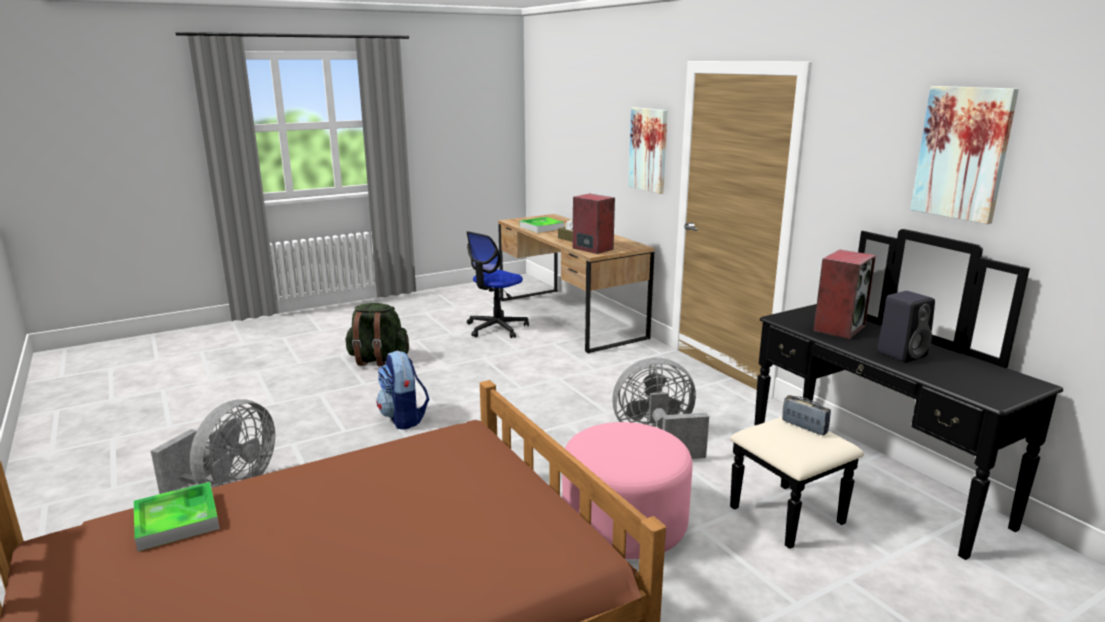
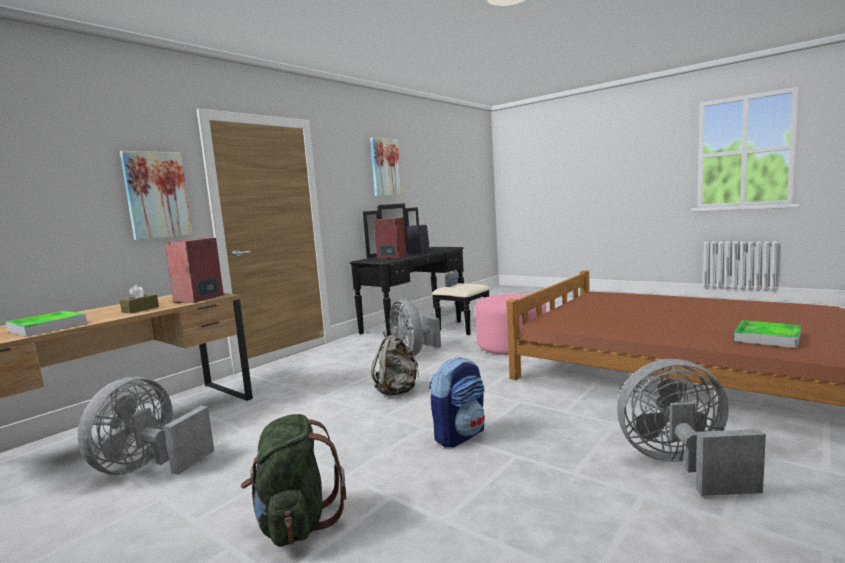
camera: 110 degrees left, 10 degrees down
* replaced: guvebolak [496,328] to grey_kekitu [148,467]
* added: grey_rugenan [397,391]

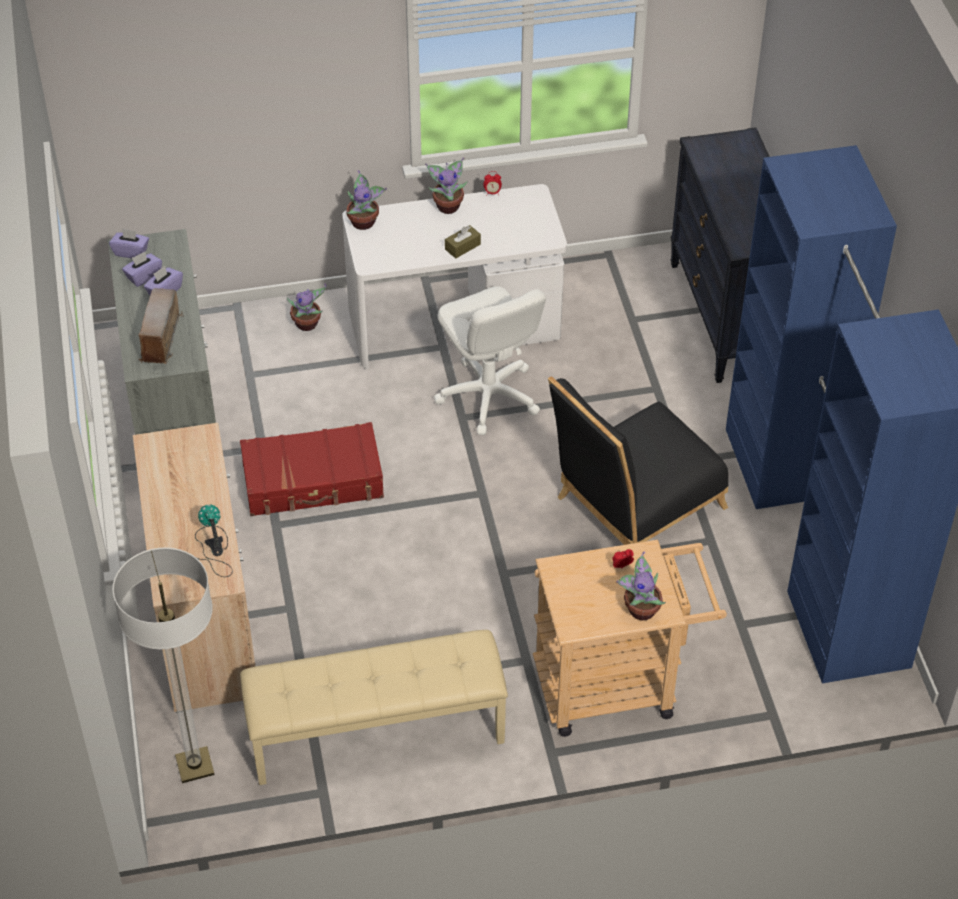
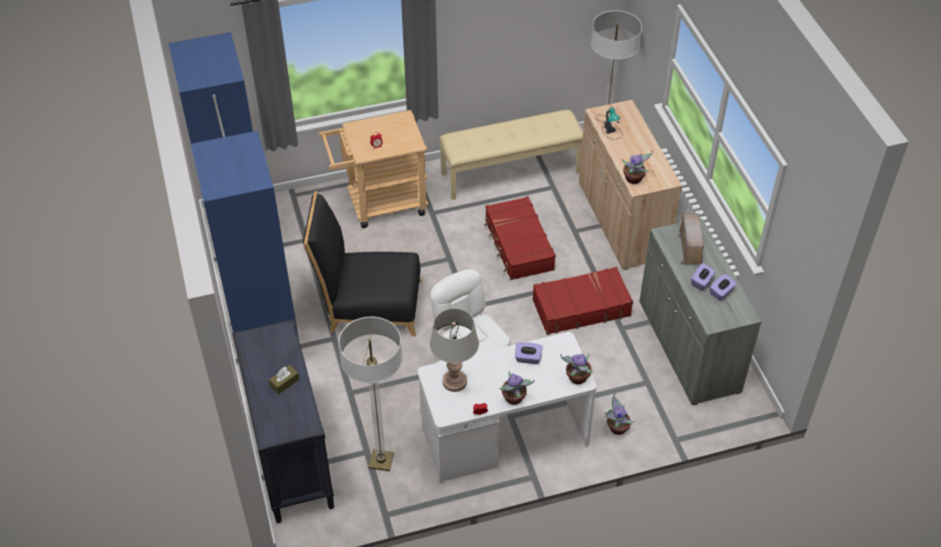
camera: 175 degrees right, 0 degrees up
* moved: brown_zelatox [462,247] to [284,382]
* moved: purple_zelatox [131,252] to [528,358]
* turned: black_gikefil [633,507] = [369,305] 135 degrees counterclockwise
* moved: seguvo [640,609] to [634,179]
* added: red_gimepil [518,245]
* added: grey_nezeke [454,382]
* added: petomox [381,461]

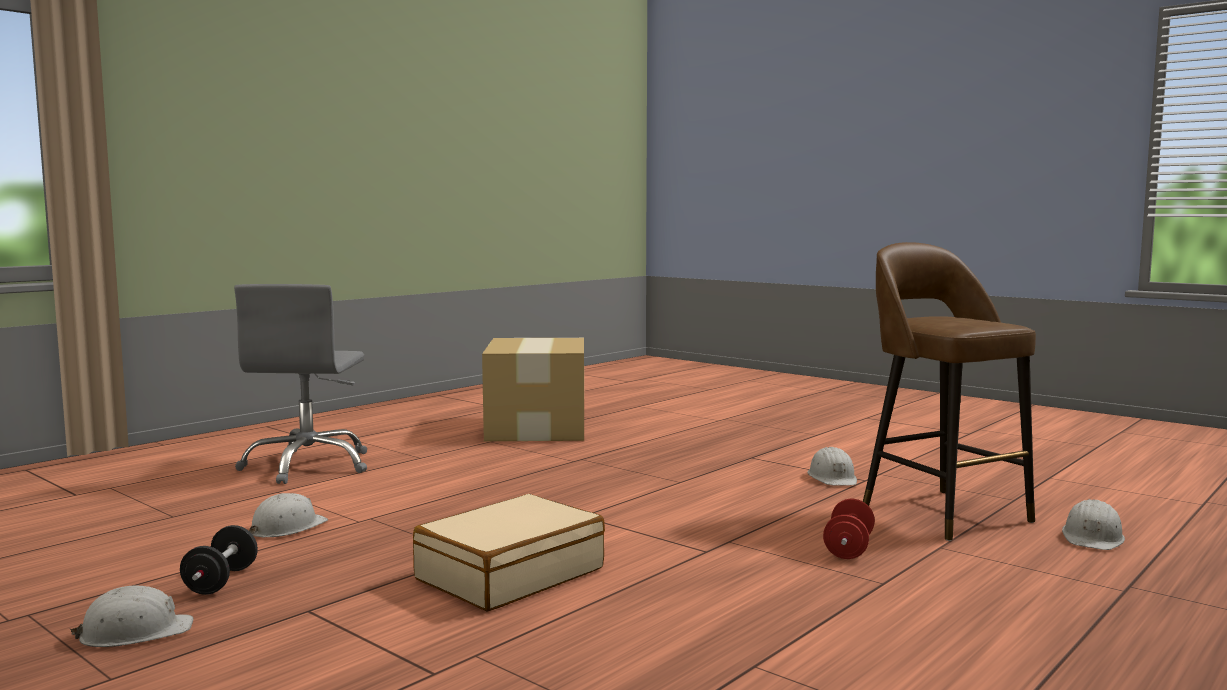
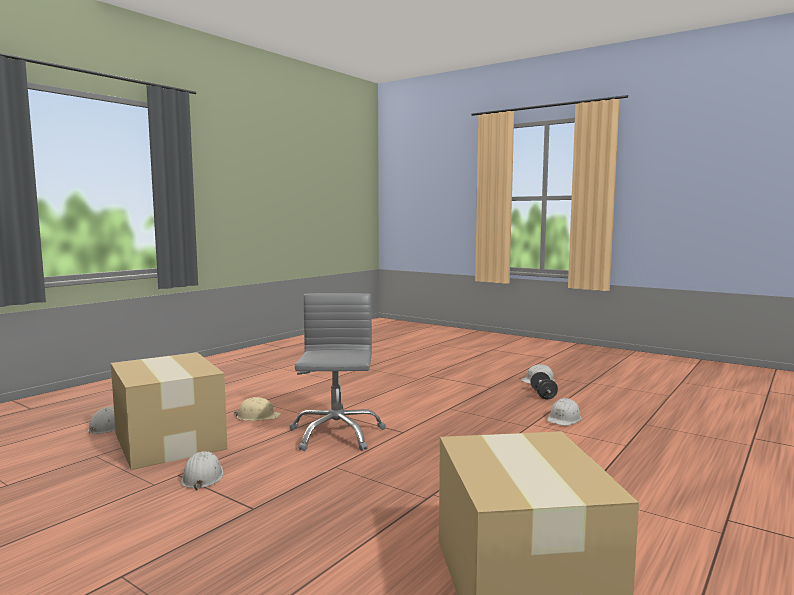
camera: 175 degrees right, 0 degrees up
* replaced: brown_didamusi [942,512] to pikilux [169,442]
* moved: grey_guvebolak [308,465] to [336,434]
* removed: beige_gimepil [509,574]
* replaced: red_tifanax [848,548] to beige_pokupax [258,416]

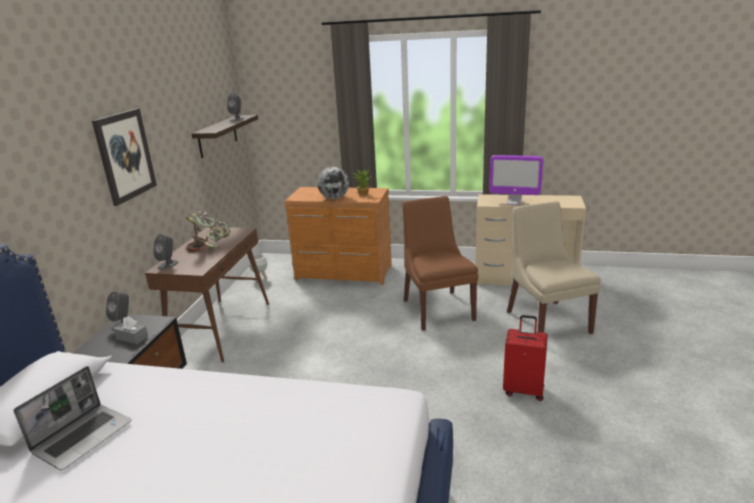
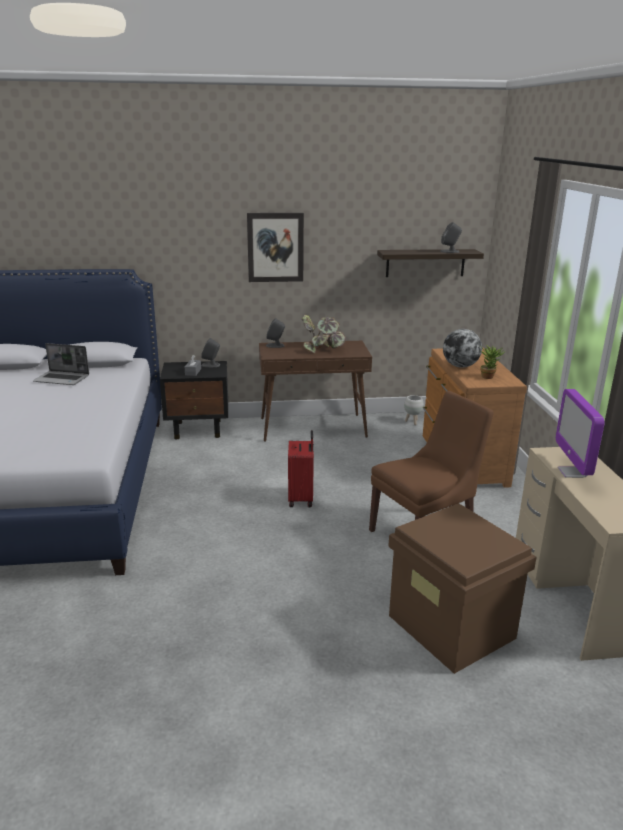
camera: 70 degrees right, 0 degrees up
* replaced: beige_gikefil [546,320] to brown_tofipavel [452,627]
* moved: red_gimepil [523,390] to [301,499]

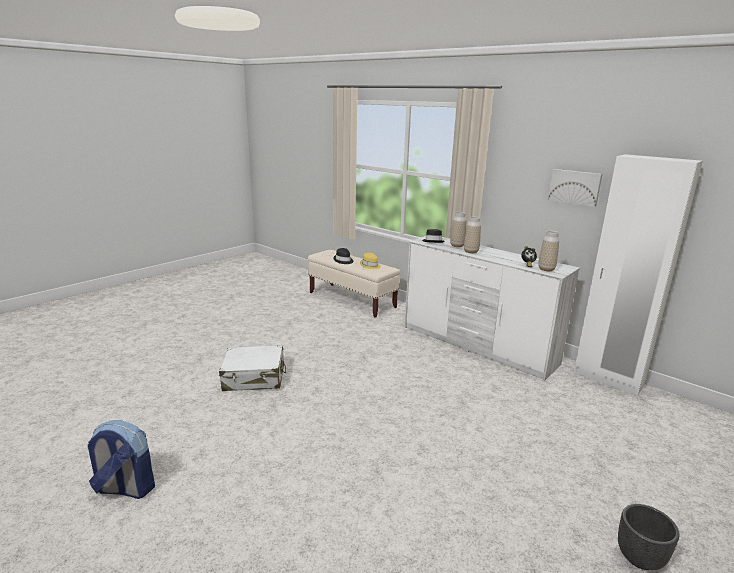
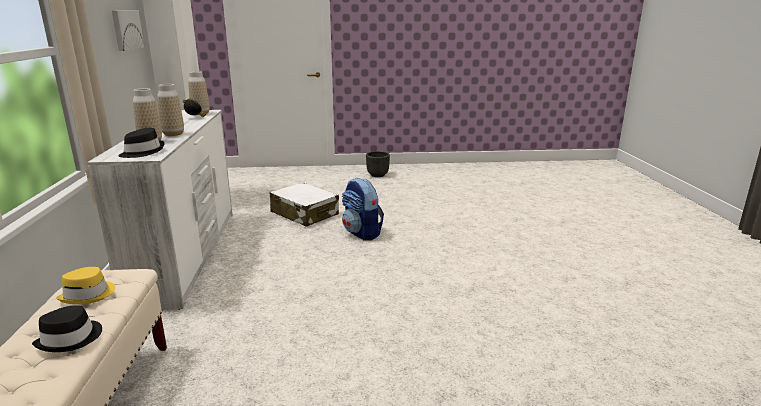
camera: 135 degrees left, 0 degrees up
* moved: white_gimepil [254,378] to [304,214]
* moved: rugenan [125,489] to [362,233]

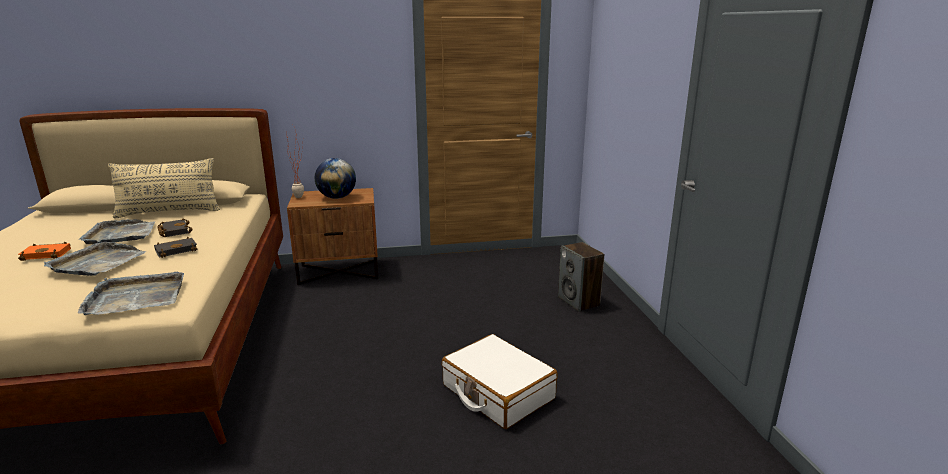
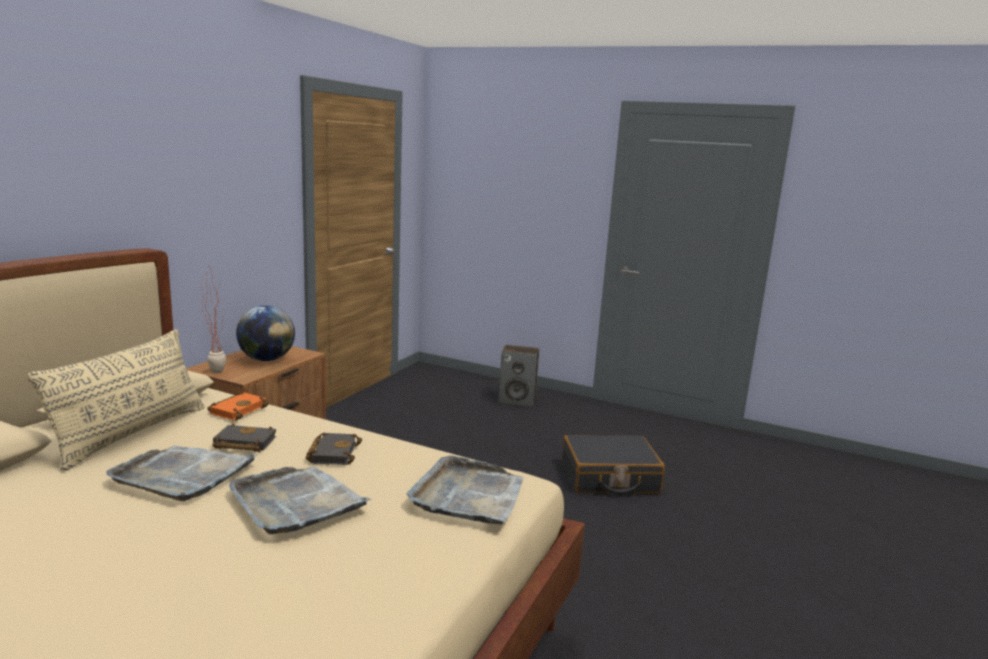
camera: 55 degrees left, 5 degrees down
* moved: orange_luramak [48,254] to [238,409]
* recoloured: white_gimepil [497,392] to black_gimepil [609,478]

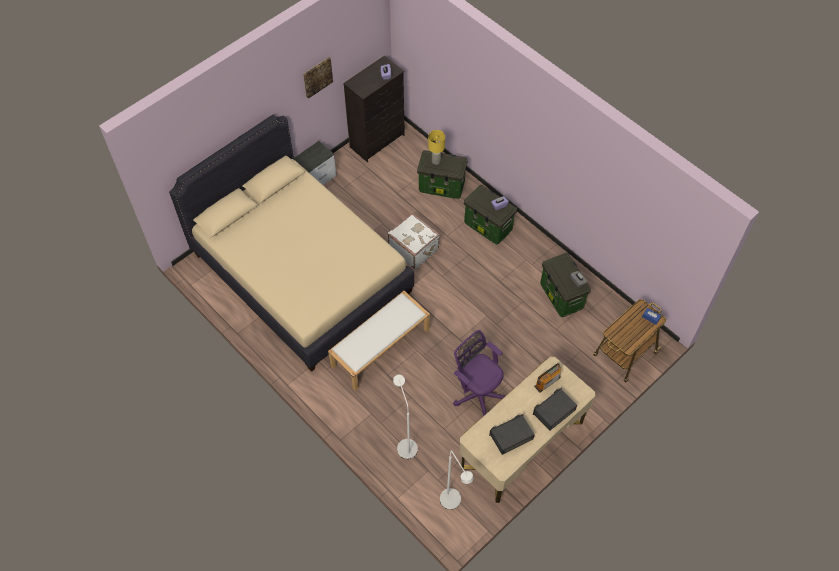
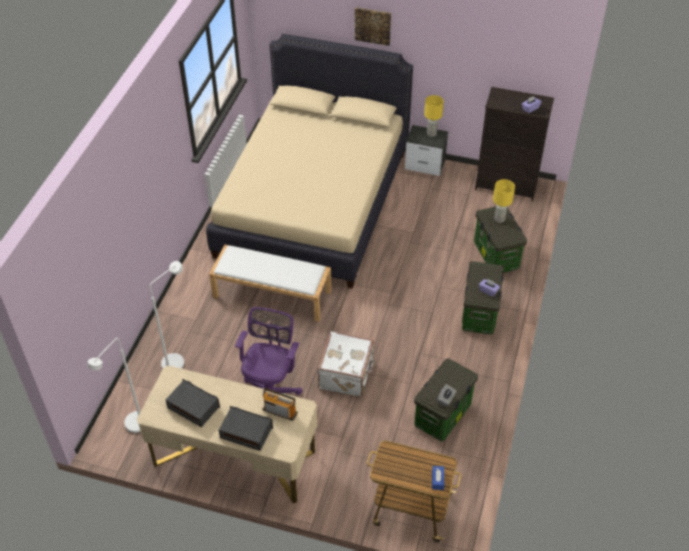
camera: 60 degrees right, 10 degrees down
* moved: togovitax [317,77] to [373,25]
* moved: white_gimepil [414,248] to [347,374]
* added: yellow_nezeke [431,134]

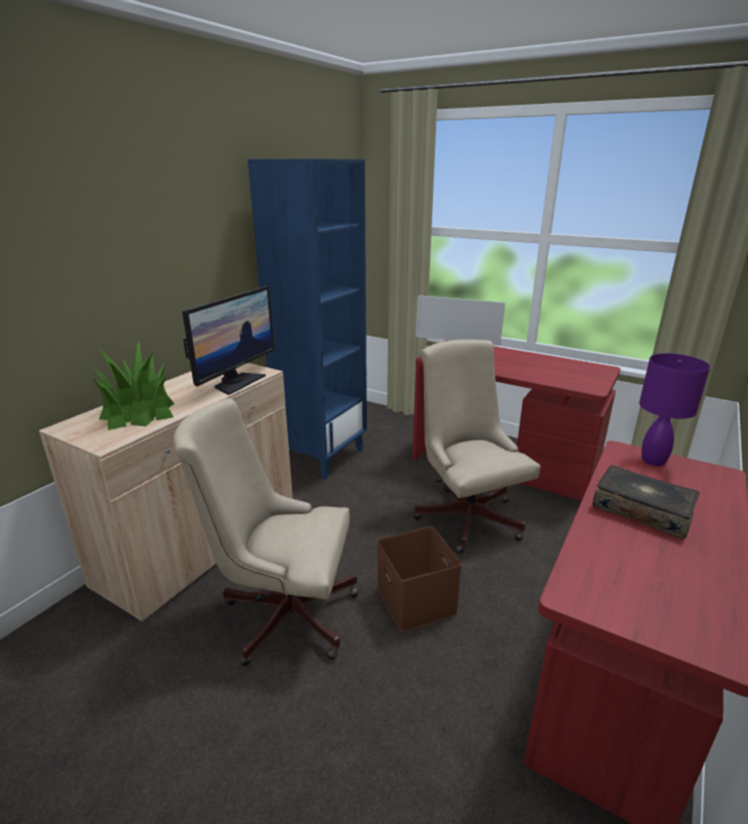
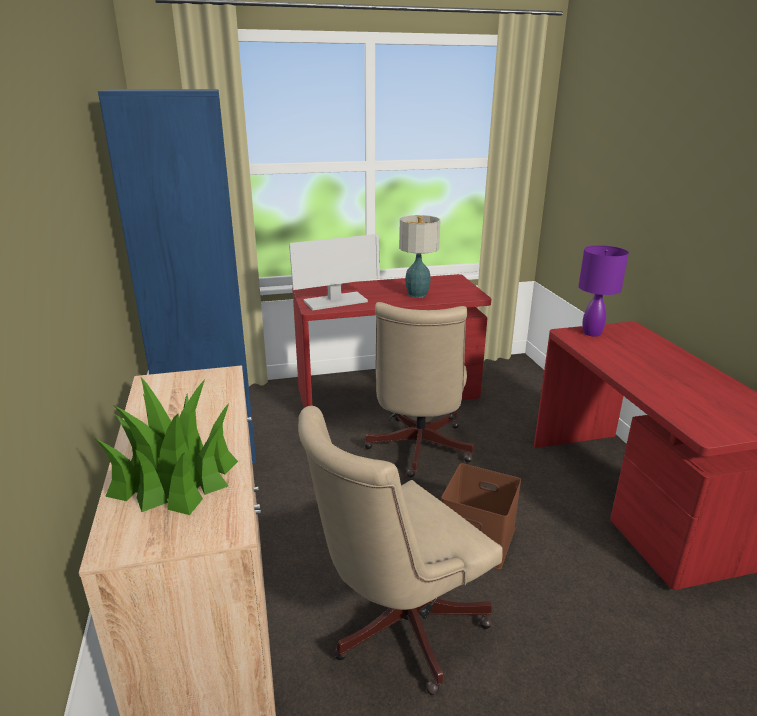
camera: 45 degrees left, 0 degrees up
* removed: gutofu [236,382]
* turned: beige_guvebolak [466,514] = [417,450] 105 degrees counterclockwise
* removed: luramak [642,510]
* added: nezeke [417,294]

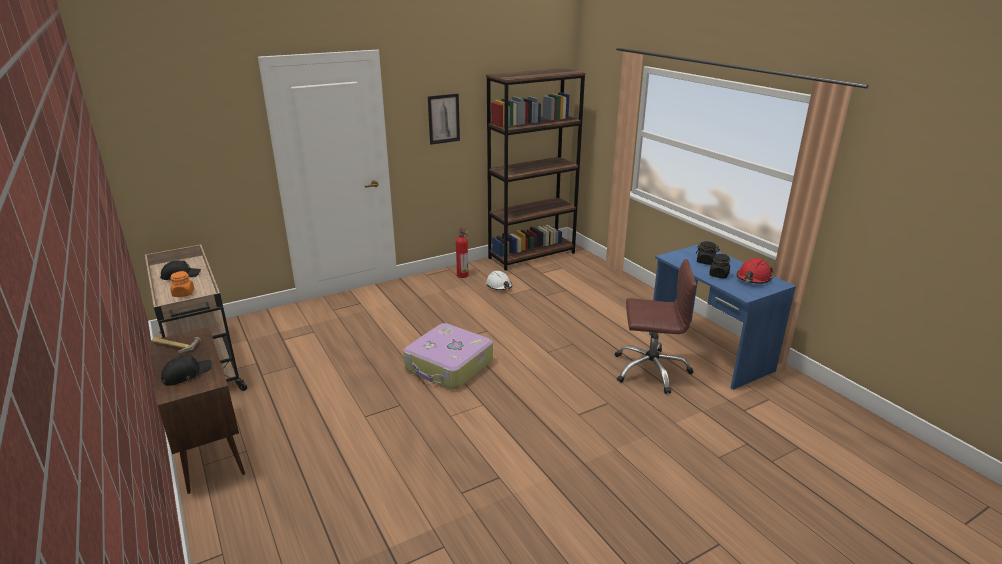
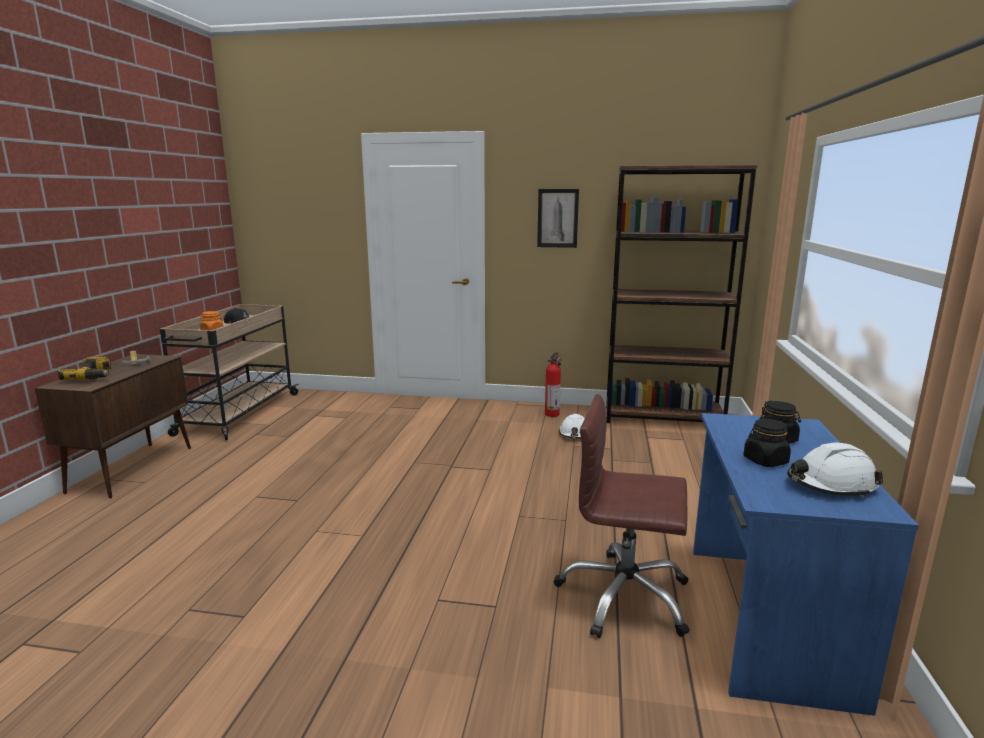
camera: 40 degrees right, 10 degrees down
* recoloured: red_pokupax [753,278] to white_pokupax [831,485]
* turned: brown_guvebolak [650,370] = [624,597] 150 degrees clockwise
* removed: gimepil [449,366]
* replaced: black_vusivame [186,374] to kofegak [93,377]

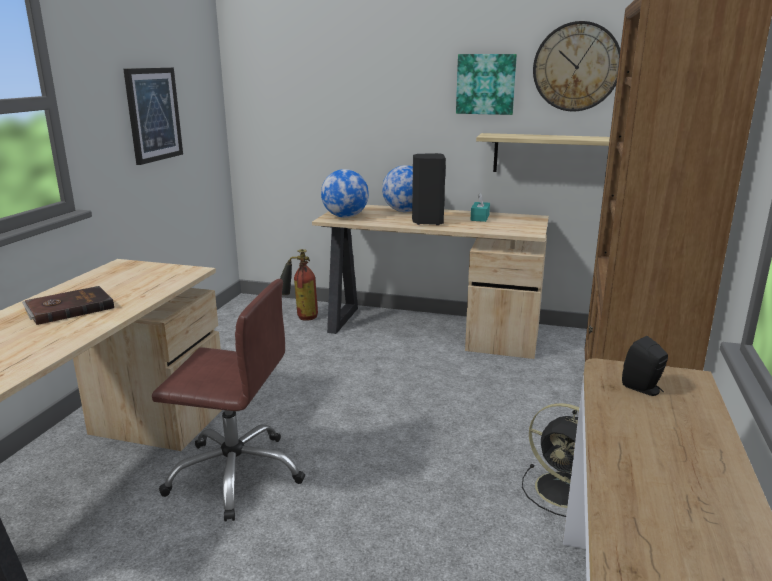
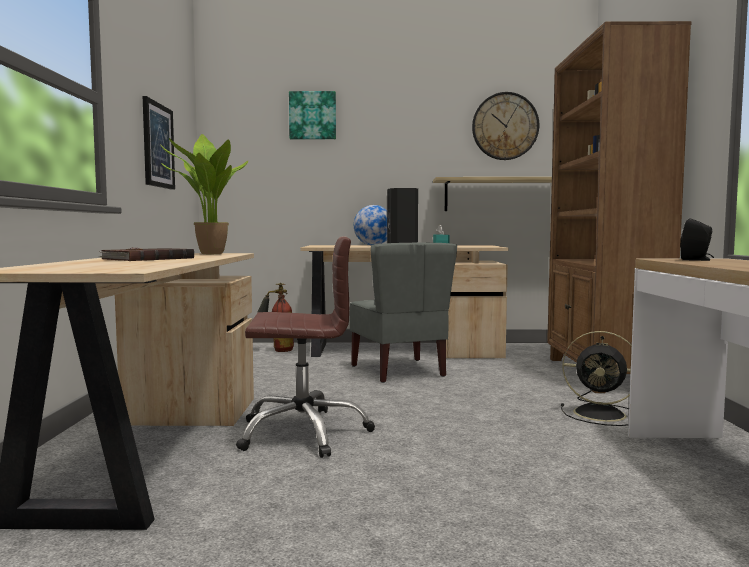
camera: 15 degrees left, 15 degrees down
* moved: togovitax [486,84] to [312,115]
* removed: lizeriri [345,217]
* added: seguvo [207,254]
* added: grey_gikefil [399,371]

